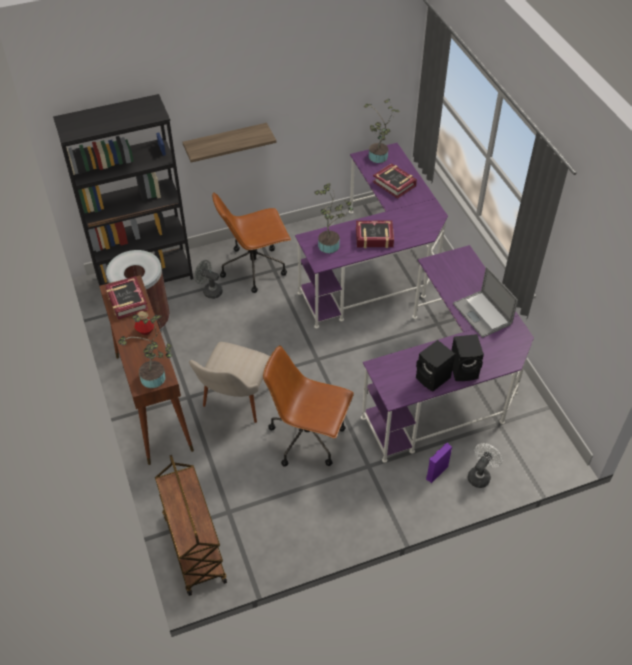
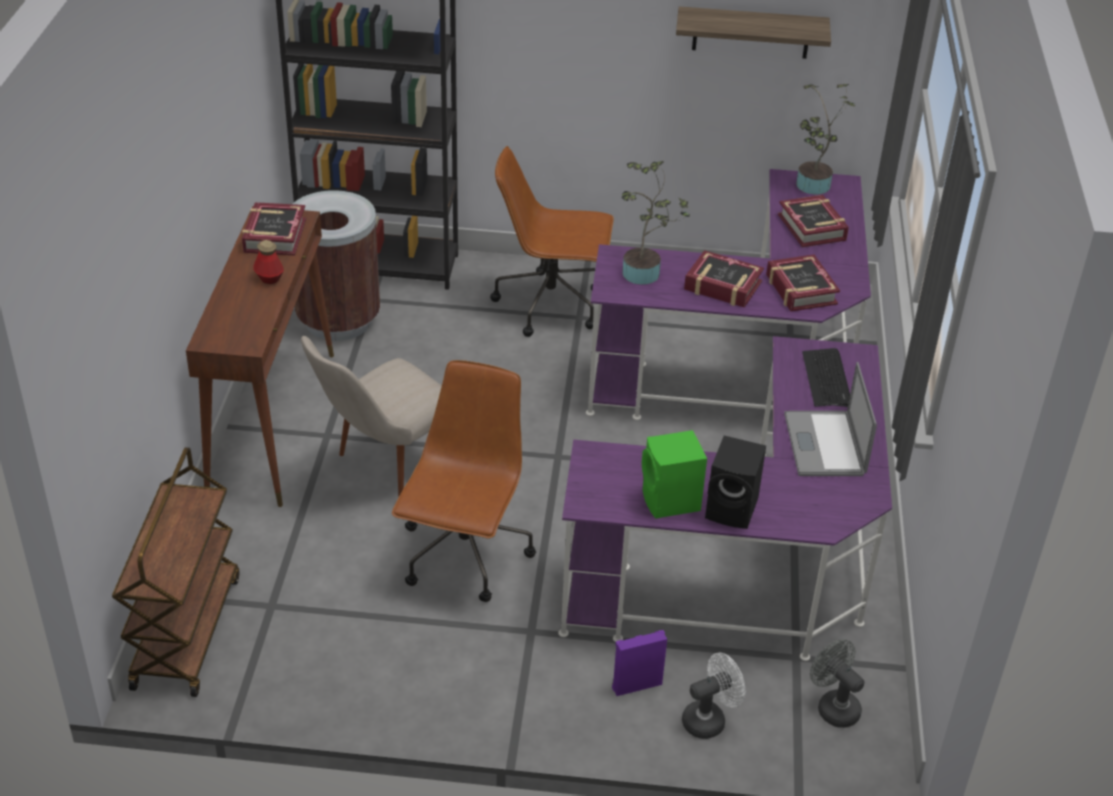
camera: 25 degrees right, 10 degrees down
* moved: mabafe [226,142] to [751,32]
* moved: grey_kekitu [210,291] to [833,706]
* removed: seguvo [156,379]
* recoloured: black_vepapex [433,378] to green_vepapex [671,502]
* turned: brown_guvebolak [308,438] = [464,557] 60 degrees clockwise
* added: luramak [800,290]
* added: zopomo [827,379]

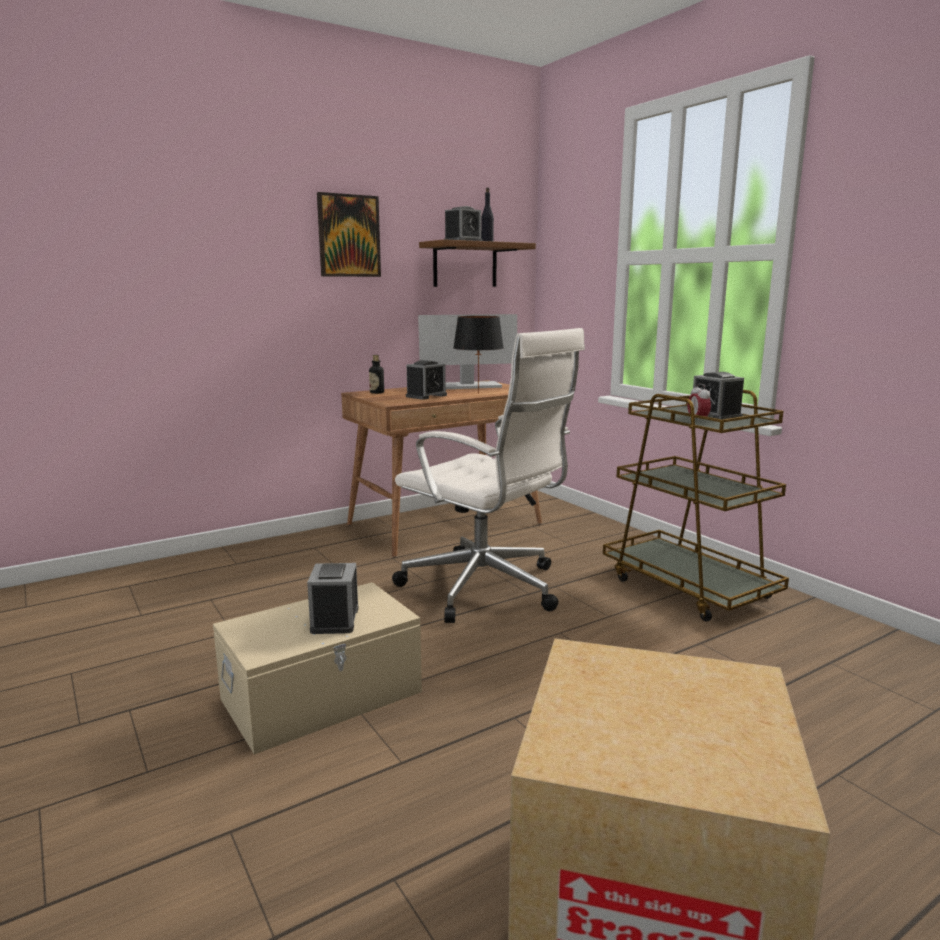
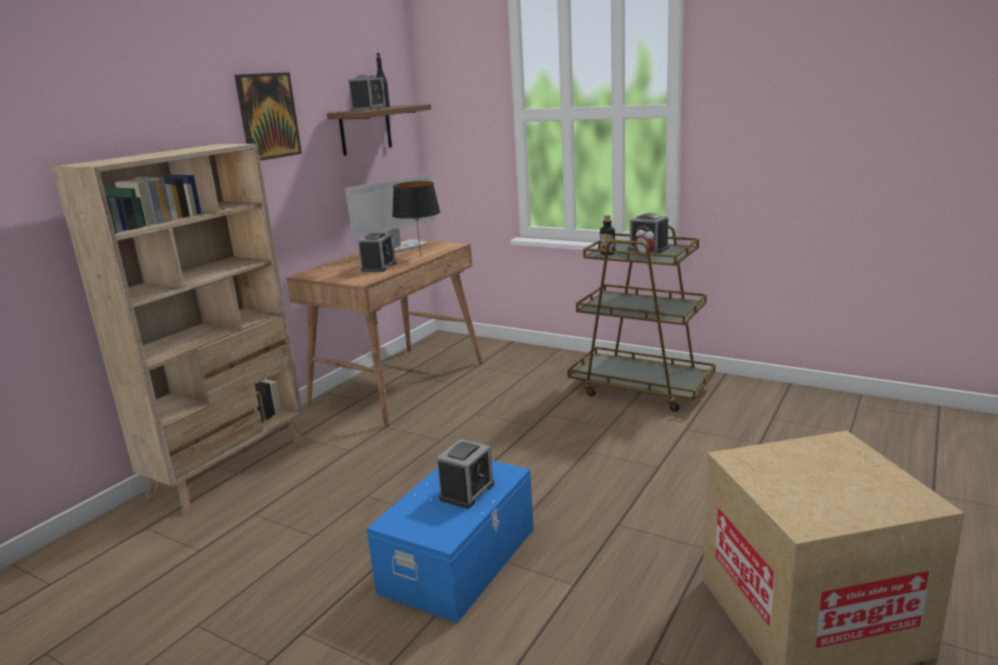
camera: 25 degrees left, 5 degrees up
* removed: white_guvebolak [485,589]
* moved: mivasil [377,392] to [607,253]
* turned: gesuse [335,619] = [467,491] 120 degrees counterclockwise
* recoloured: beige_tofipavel [323,696] to blue_tofipavel [461,560]
* added: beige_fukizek [231,468]

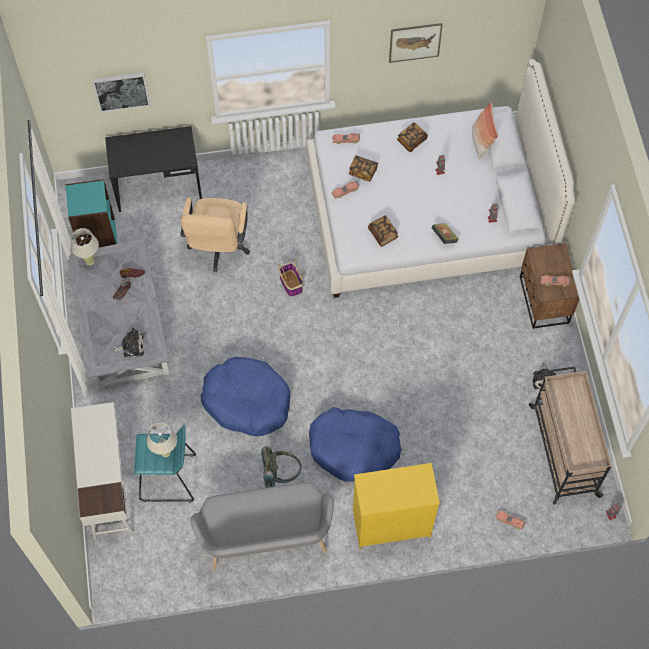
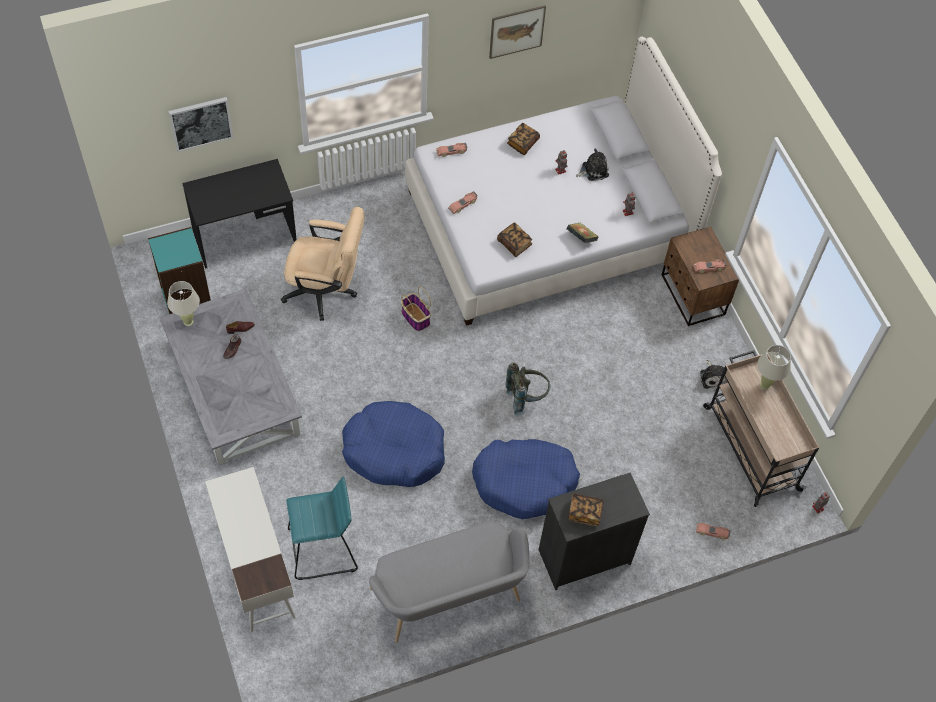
camera: 15 degrees left, 5 degrees down
* removed: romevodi [481,142]
* moved: luramak [363,171] to [584,513]
* turned: beige_guvebolak [218,248] = [326,291] 75 degrees counterclockwise
* moved: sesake [131,346] to [593,170]
* moved: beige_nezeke [165,452] to [765,385]
* moved: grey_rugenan [281,474] to [526,397]
* recoloured: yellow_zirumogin [391,523] to black_zirumogin [584,556]

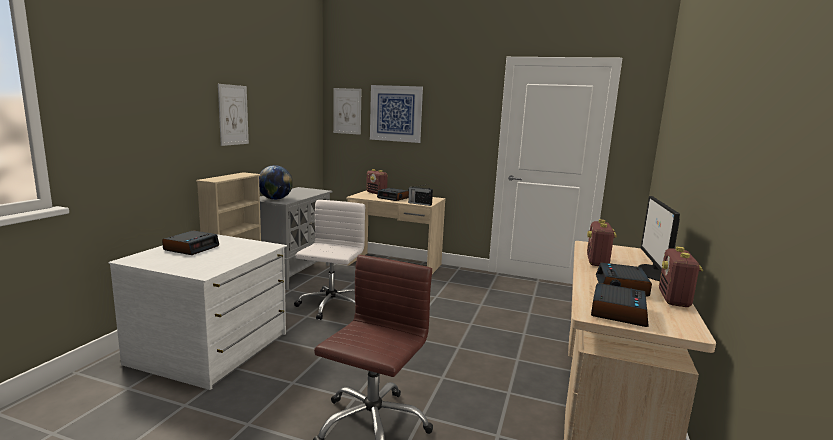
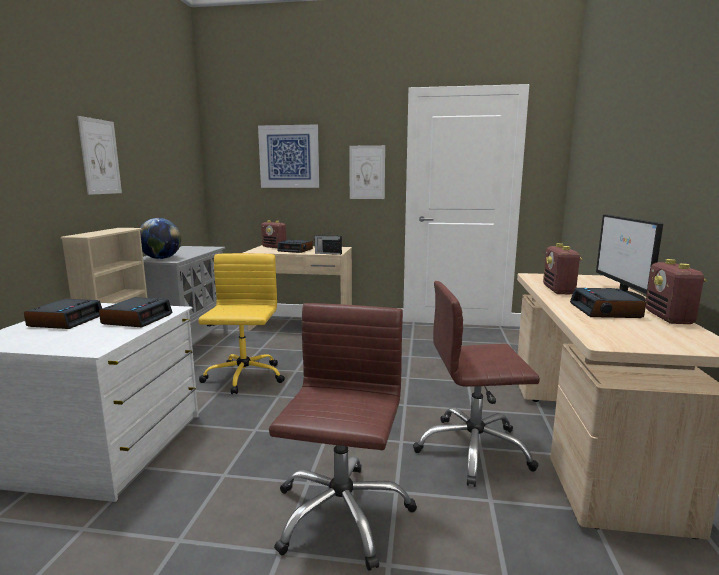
camera: 10 degrees left, 0 degrees up
* moved: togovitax [347,111] to [367,172]
* recoloured: white_guvebolak [331,306] to yellow_guvebolak [244,377]
* moved: gesuse [618,311] to [137,319]
* added: brown_guvebolak [473,450]

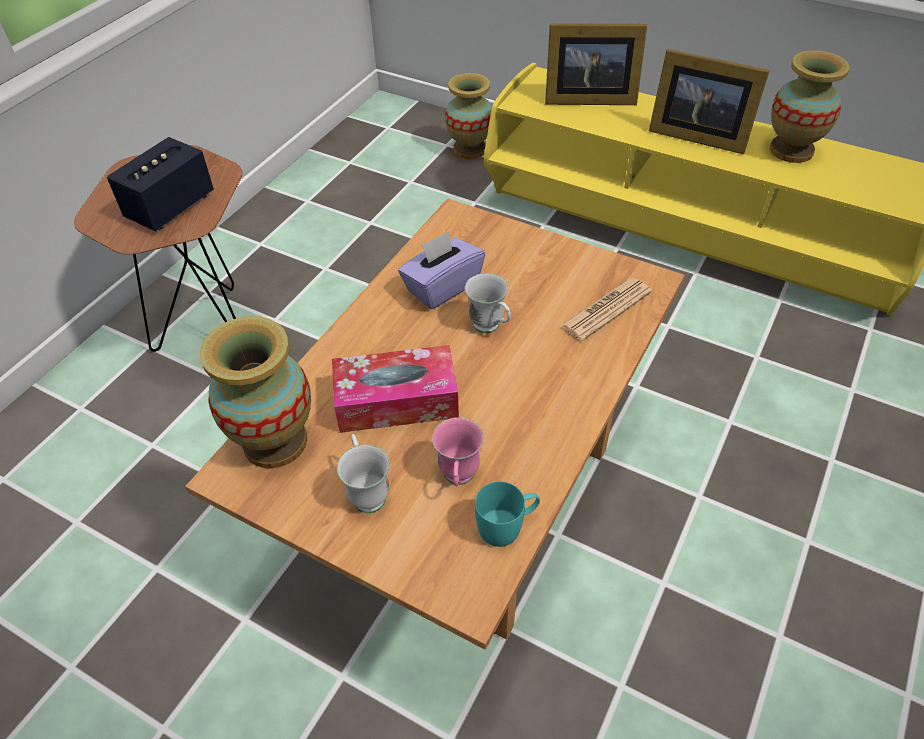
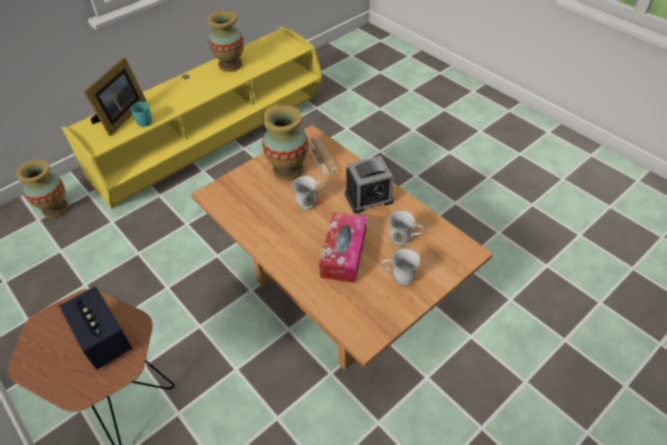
camera: 70 degrees left, 0 degrees up
* removed: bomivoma [695,135]
* removed: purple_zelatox [442,287]
* moved: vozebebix [275,442] to [288,170]
* recoloured: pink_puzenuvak [458,479] to white_puzenuvak [404,240]
* moved: turquoise_puzenuvak [507,525] to [145,120]
* added: gesuse [369,197]

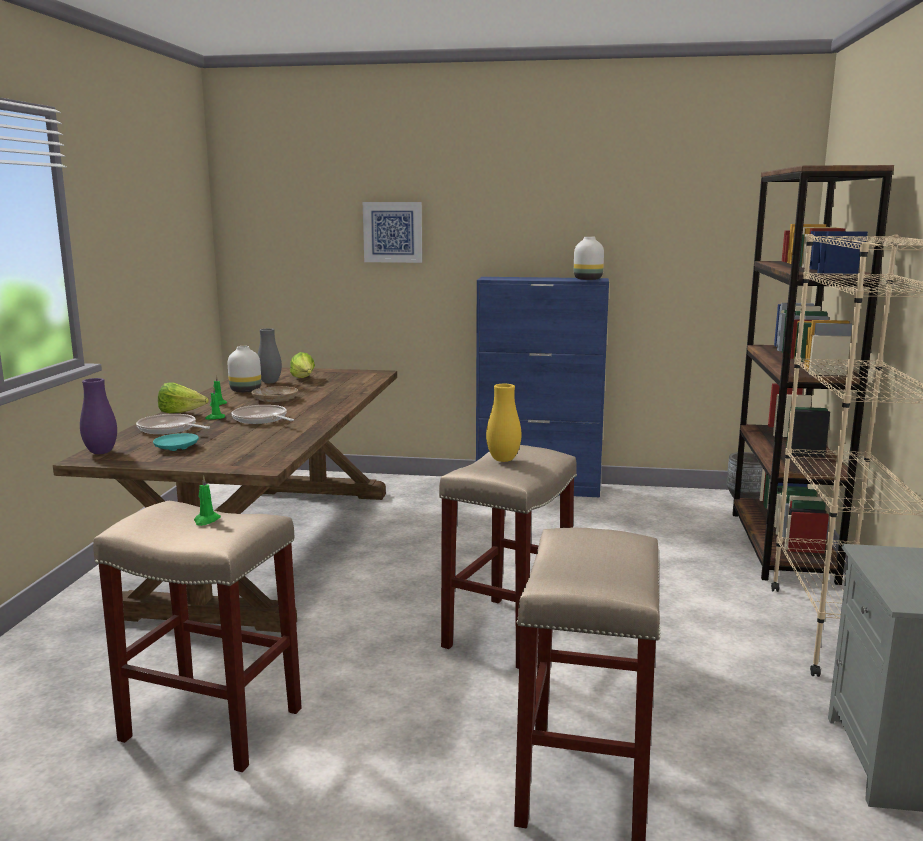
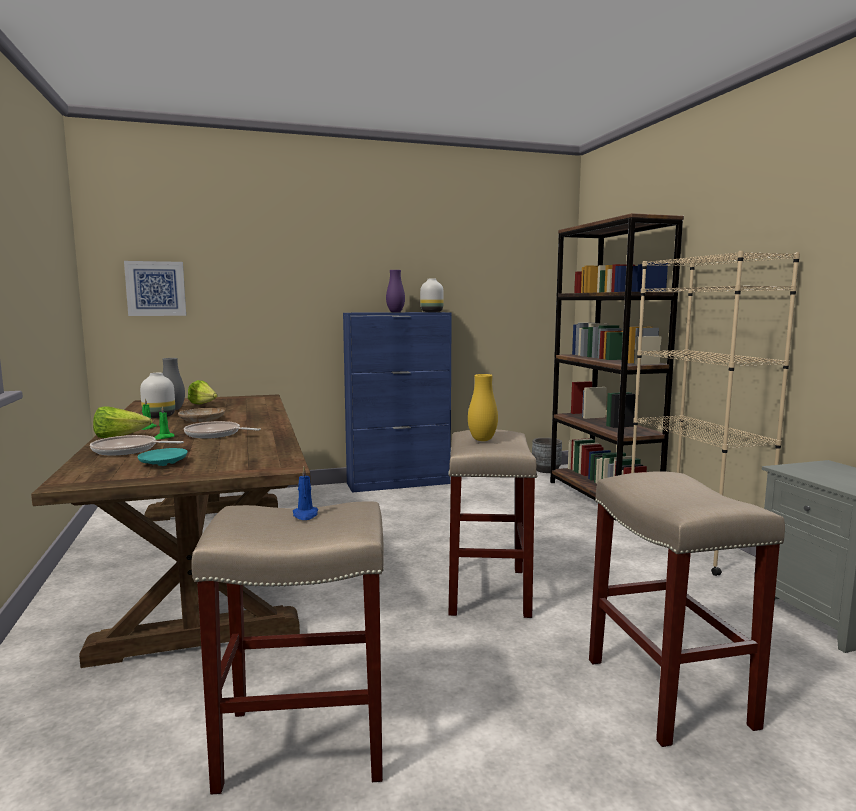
camera: 25 degrees left, 5 degrees down
* moved: togovitax [393,232] to [156,288]
* moved: purple_vozebebix [101,452] to [395,312]
* recoloured: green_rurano [206,520] to blue_rurano [305,515]

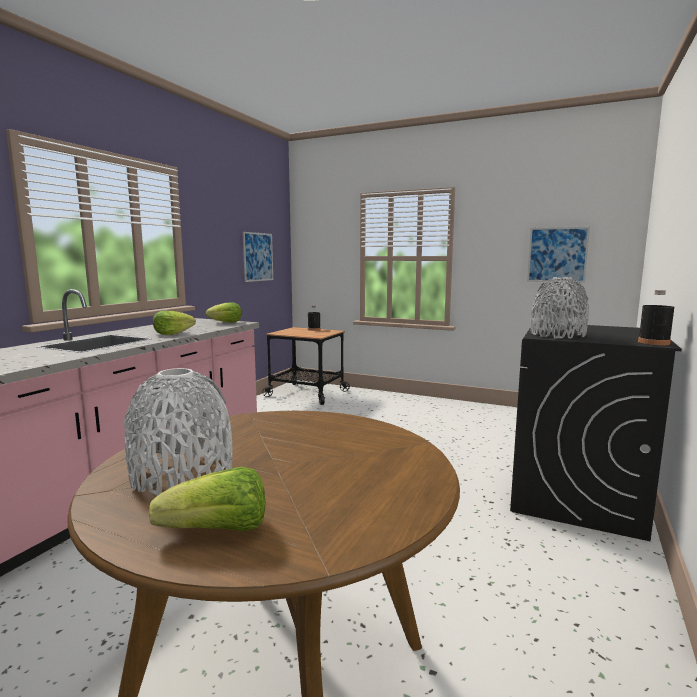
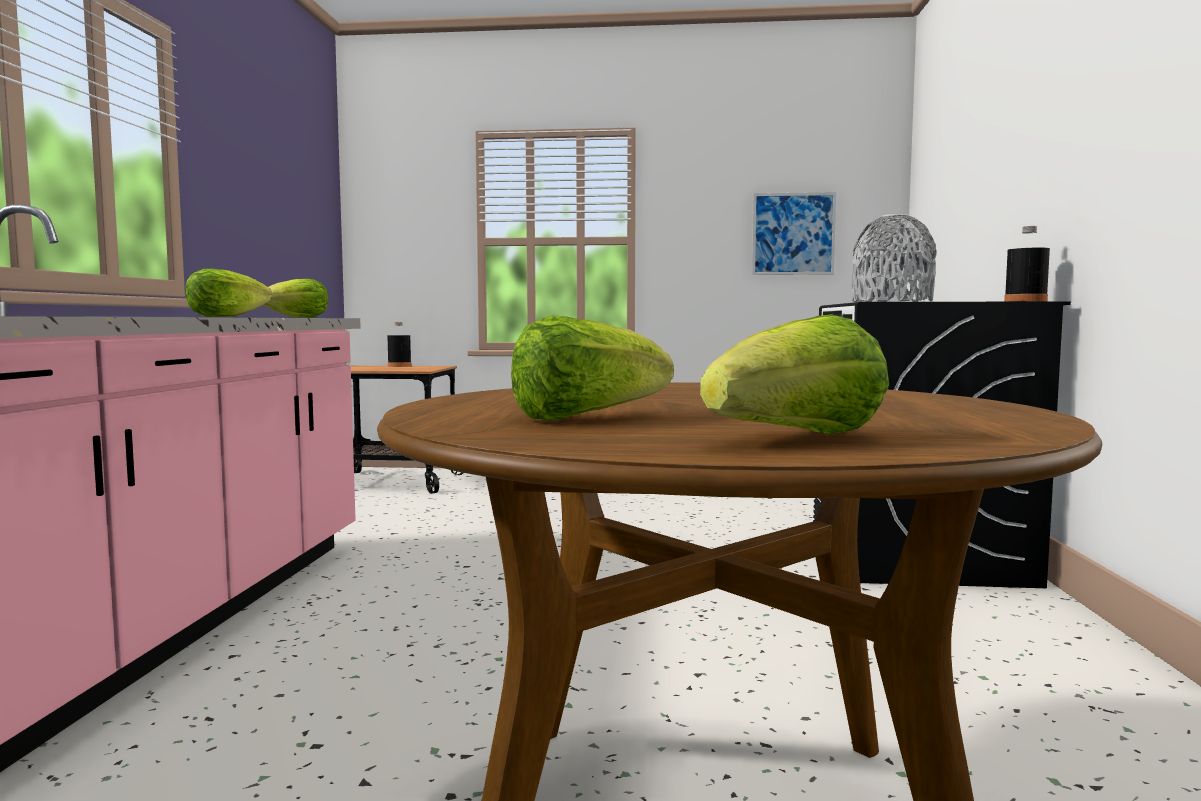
camera: 20 degrees left, 5 degrees down
* removed: togovitax [258,257]
* replaced: white_vozebebix [182,476] to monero [585,417]

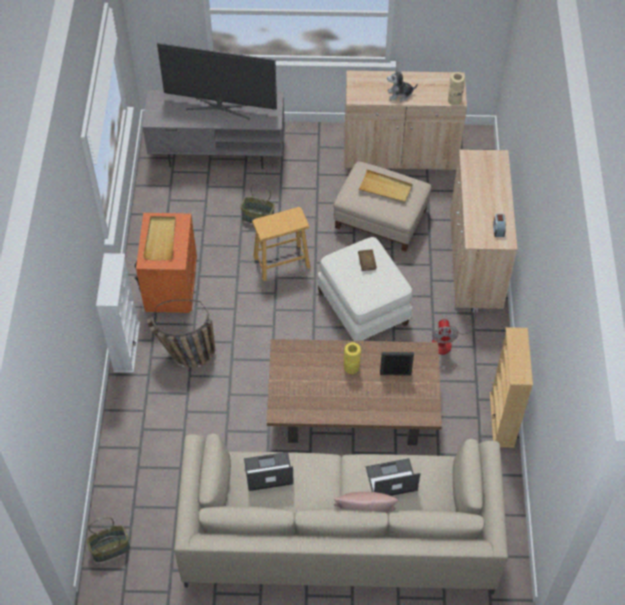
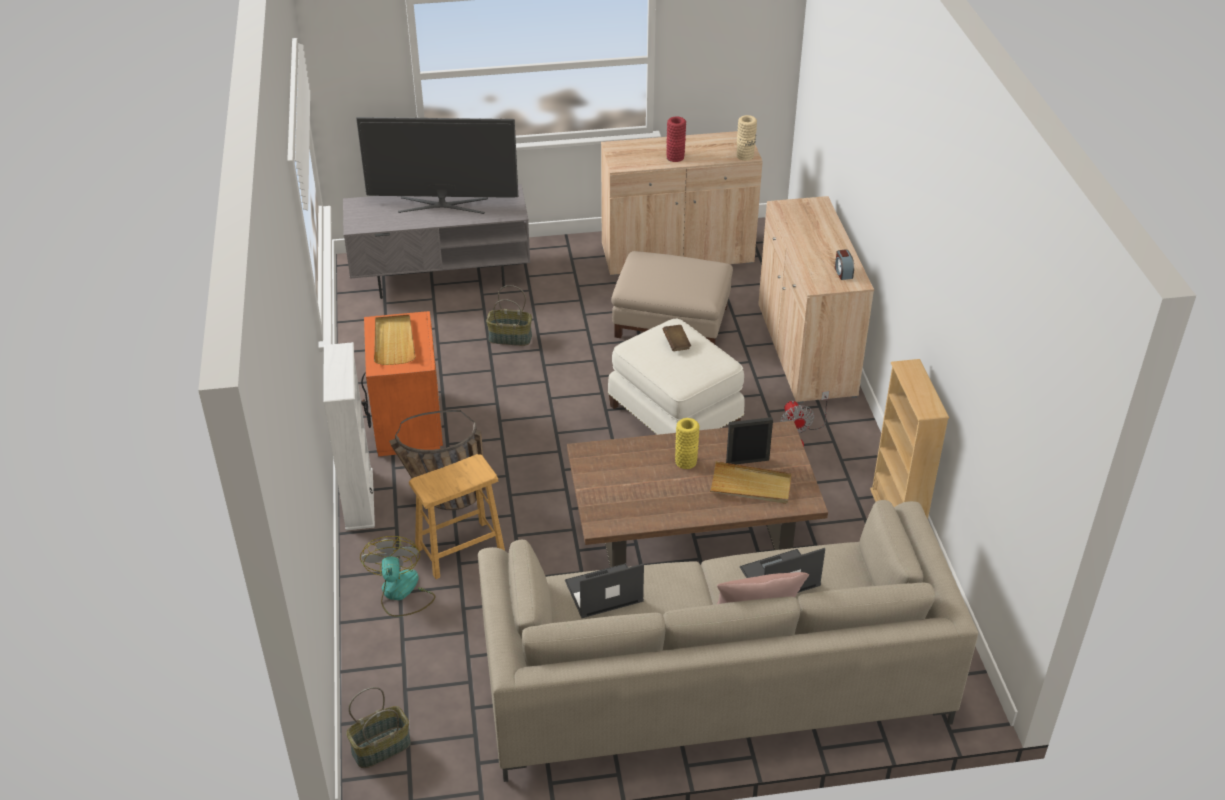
camera: 10 degrees left, 15 degrees down
* replaced: sesake [400,94] to red_vozebebix [675,157]
* moved: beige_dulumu [385,188] to [751,486]
* moved: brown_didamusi [281,262] to [460,549]
* added: kekitu [401,593]

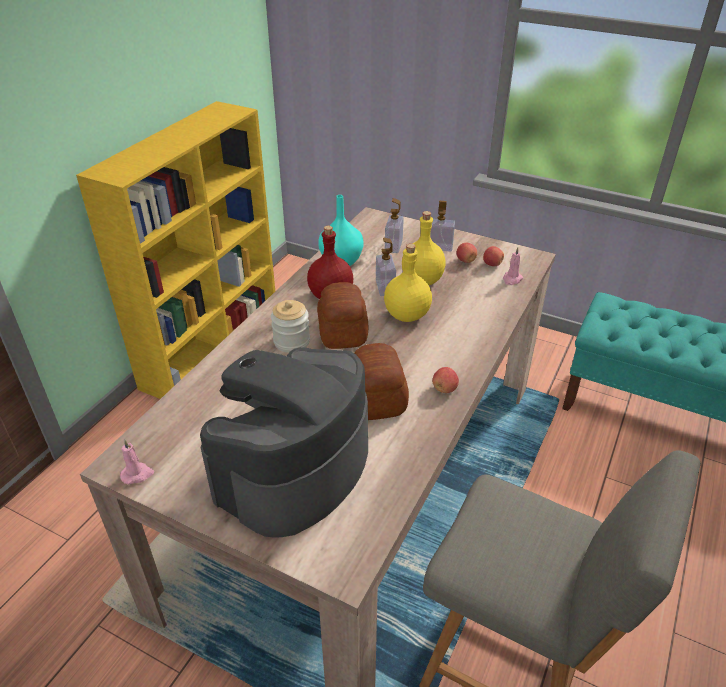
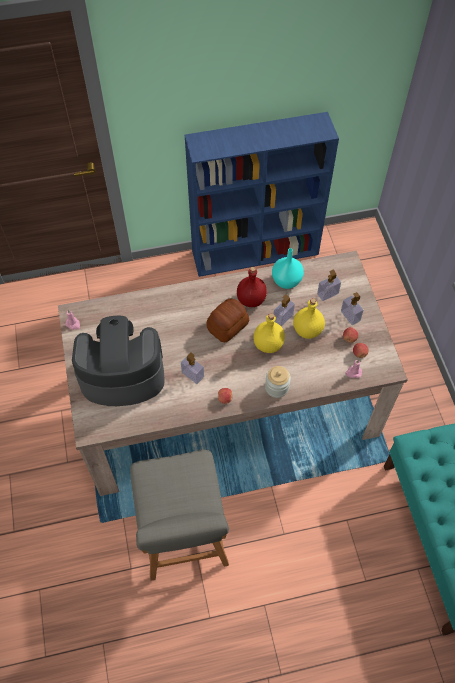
camera: 50 degrees right, 20 degrees up
* recoloured: yellow_fukizek [213,344] to blue_fukizek [256,252]
* moved: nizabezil [291,341] to [277,387]
* replaced: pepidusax [376,398] to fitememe [193,375]

